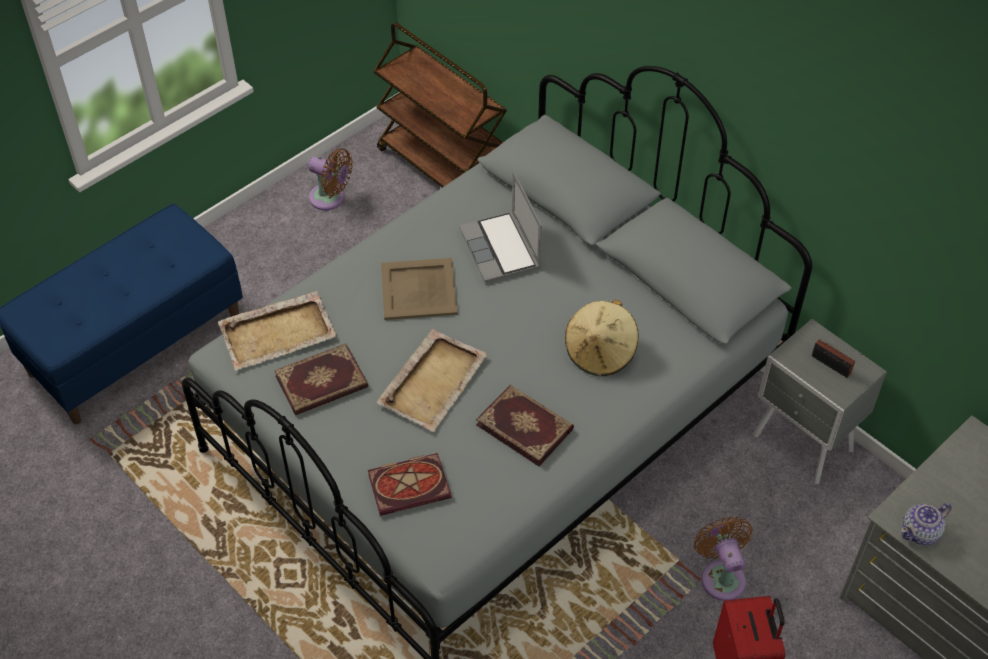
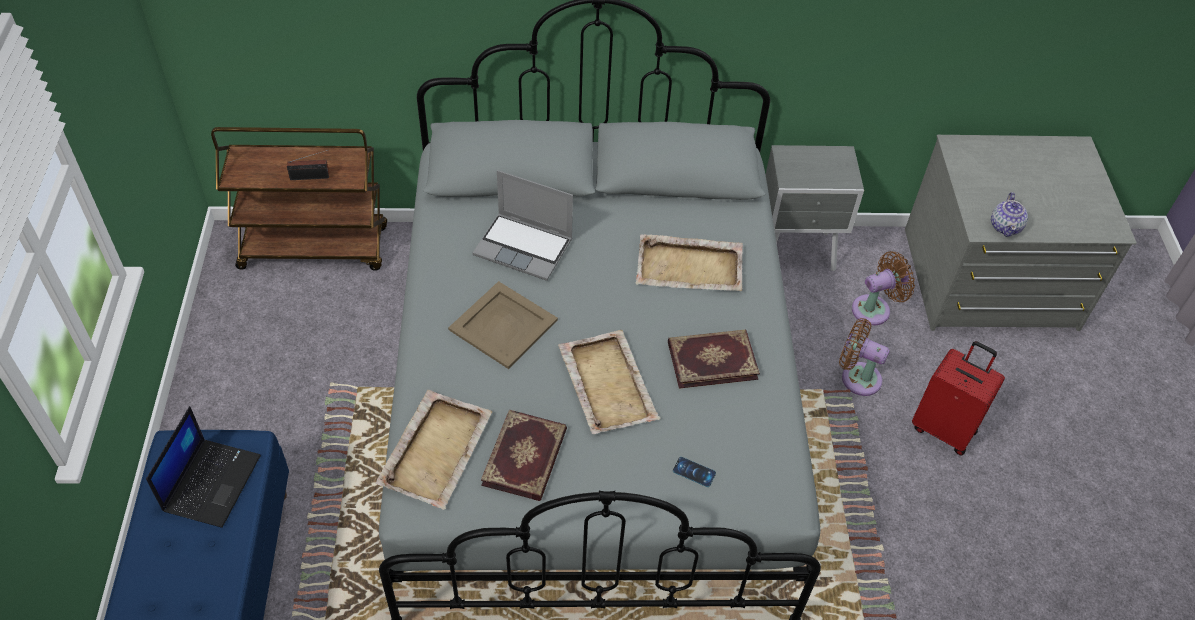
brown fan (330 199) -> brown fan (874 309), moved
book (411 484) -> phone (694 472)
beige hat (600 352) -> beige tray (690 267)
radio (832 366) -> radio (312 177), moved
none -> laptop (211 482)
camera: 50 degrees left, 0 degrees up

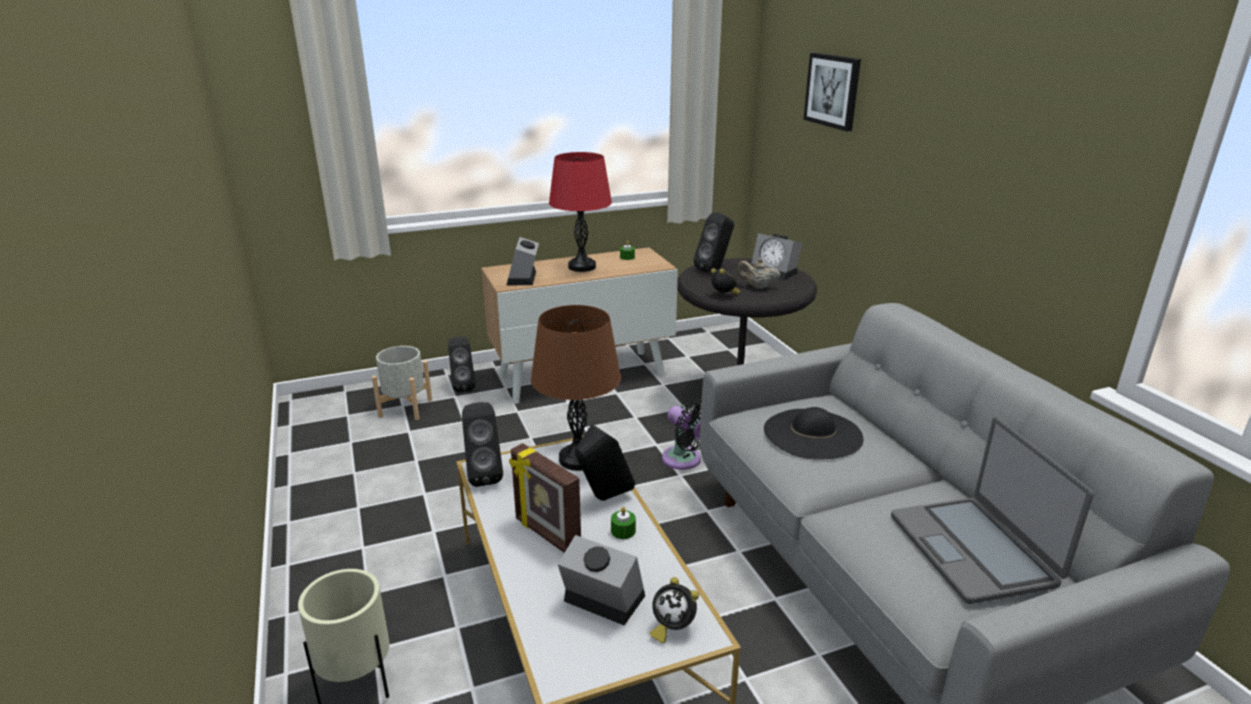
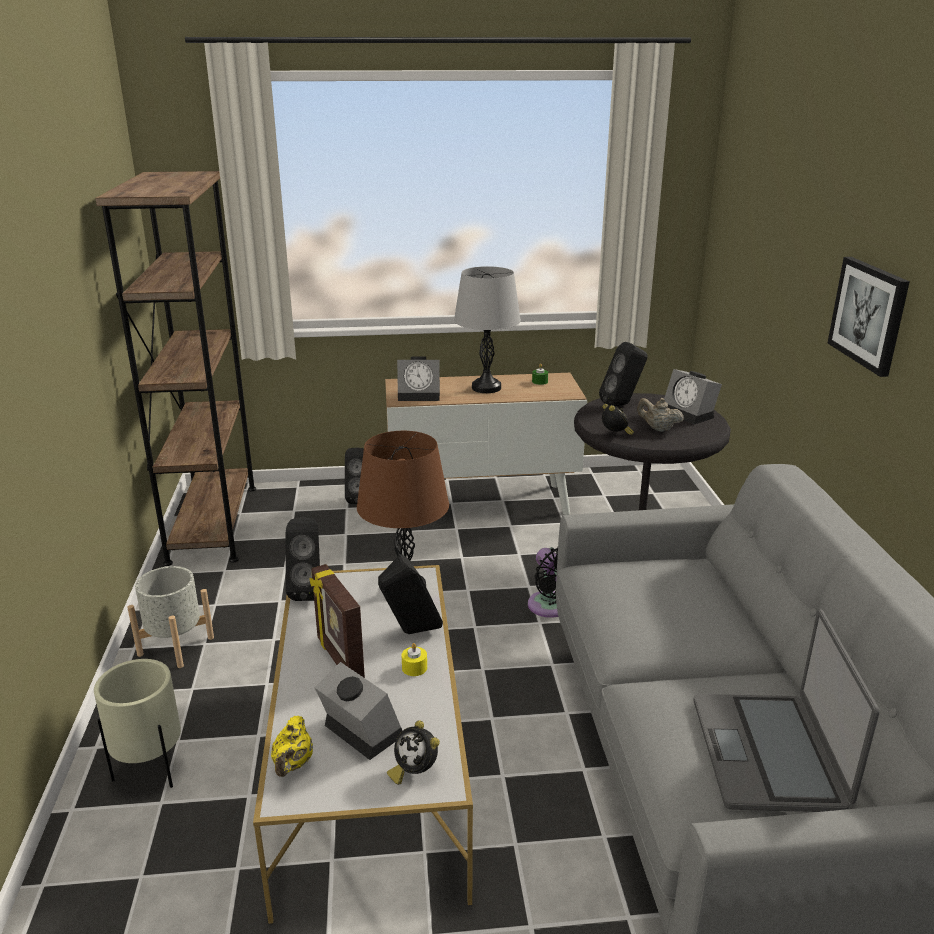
grey planter (405 408) -> grey planter (175 646), moved
alarm clock (523 278) -> alarm clock (420 395), 105 degrees counterclockwise
red table lamp (582 267) -> grey table lamp (486 388)
green candle (623 531) -> yellow candle (414 668)
black hat (812 434) -> none
picture (833 91) -> picture (869 314), moved
none -> brown bookcase (213 523)
none -> yellow teapot (293 764)
camera: 15 degrees right, 0 degrees up

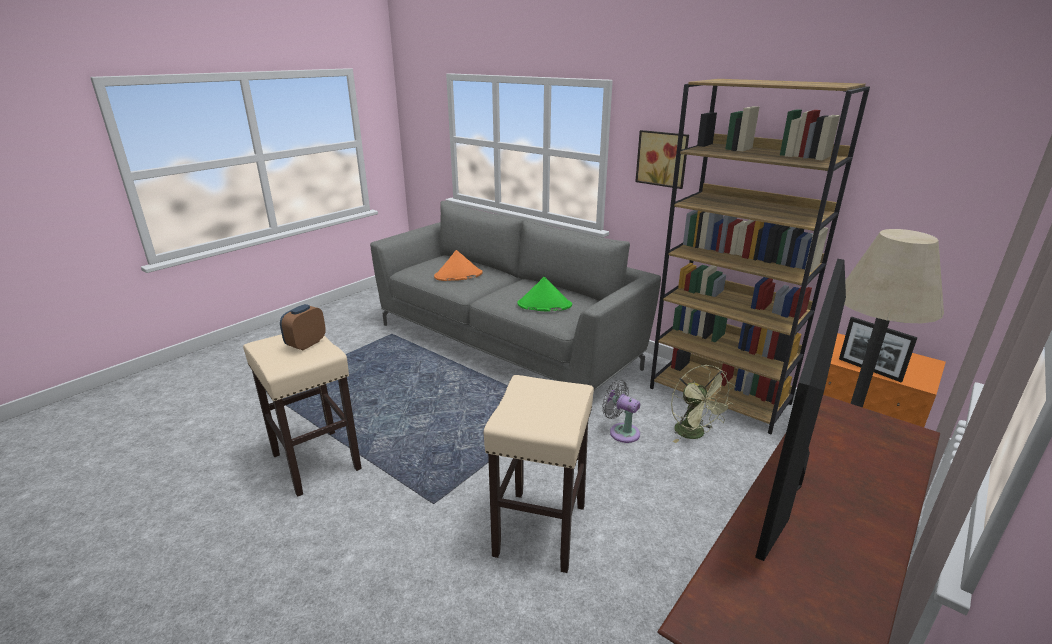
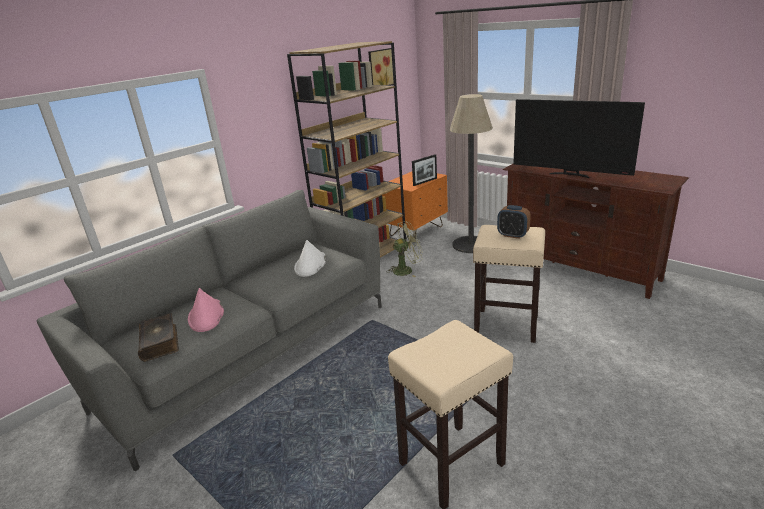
alarm clock (306 344) -> alarm clock (513 235), moved
orange hat (458 275) -> pink hat (206 316)
green hat (544 305) -> white hat (310 265)
grey fan (621 432) -> none
picture (662 158) -> picture (380 68), moved
none -> book (160 342)
camera: 85 degrees left, 0 degrees up

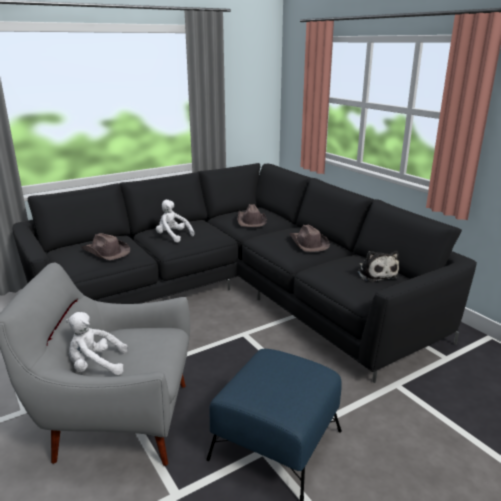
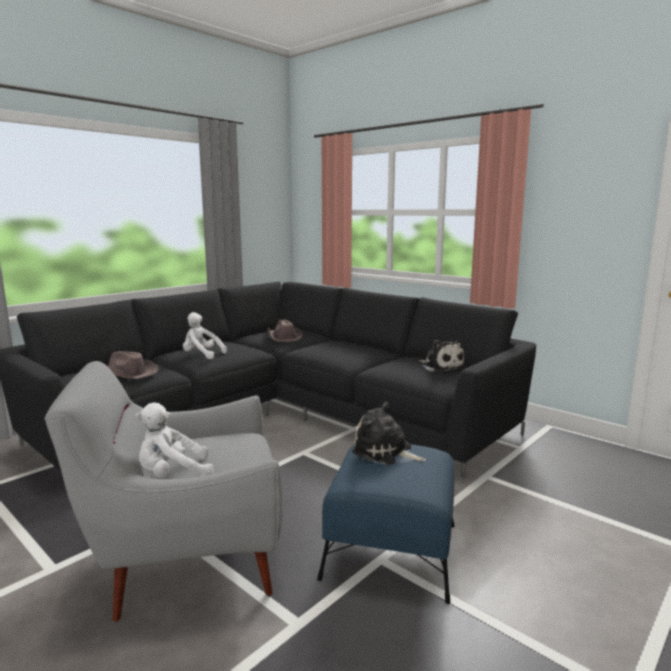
brown hat (308 243) -> none
none -> plush toy (385 452)
camera: 15 degrees left, 10 degrees down

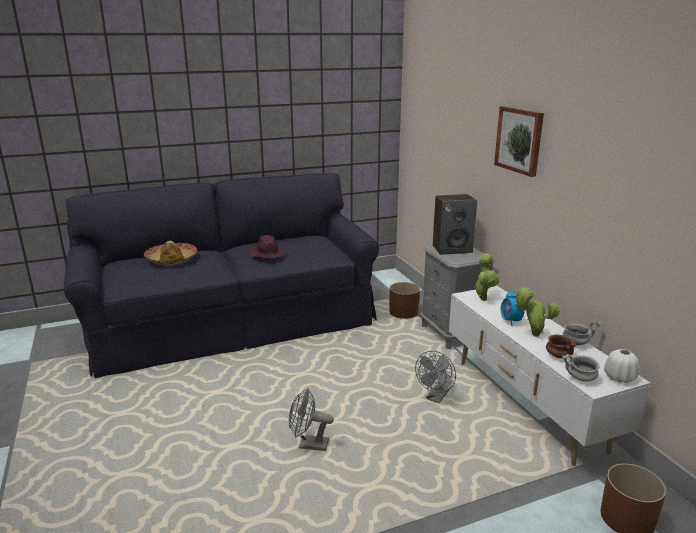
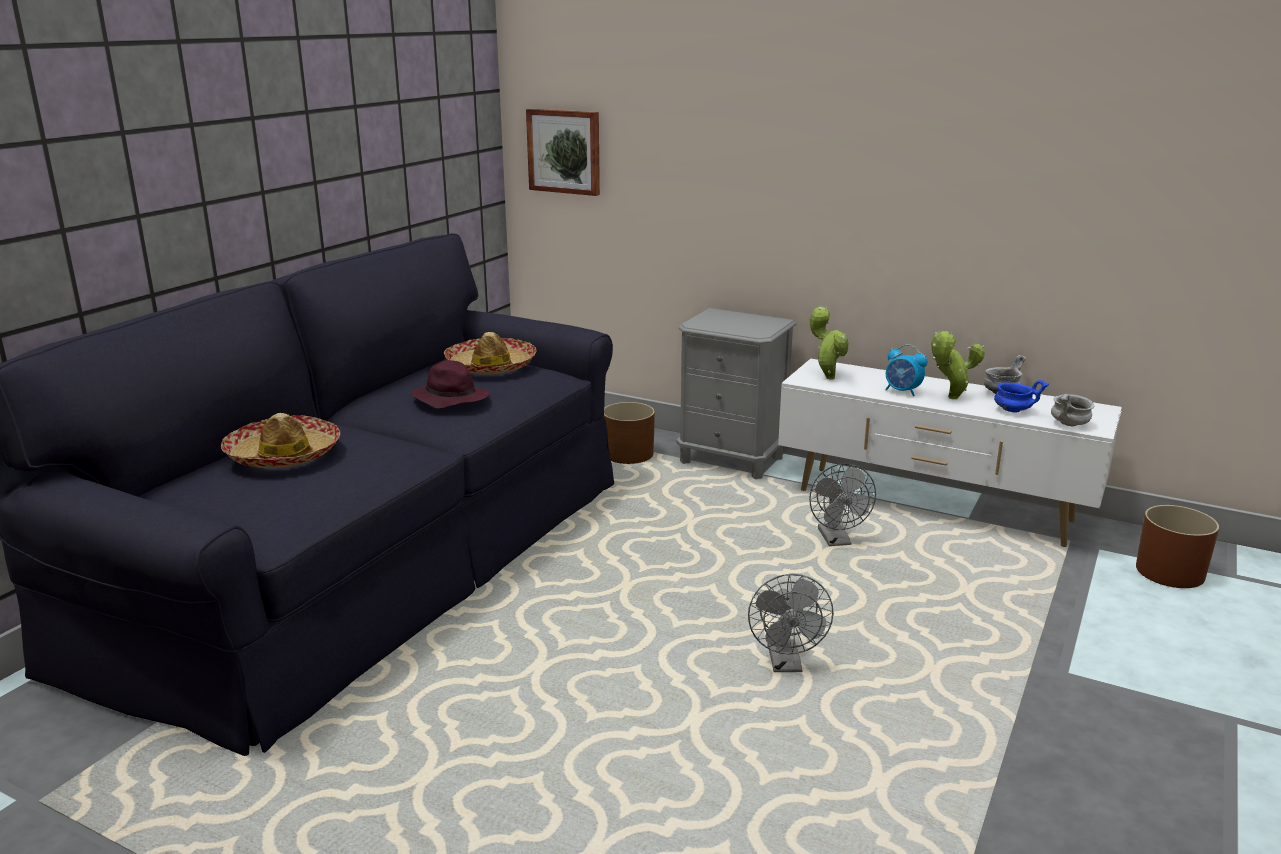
grey fan (308 444) -> grey fan (786 664), 60 degrees counterclockwise
speaker (452 249) -> none
picture (519 140) -> picture (565 151), moved
brown bowl (560 356) -> blue bowl (1014 410)
white vase (619 378) -> none
none -> hat (490 366)
camera: 40 degrees left, 0 degrees up

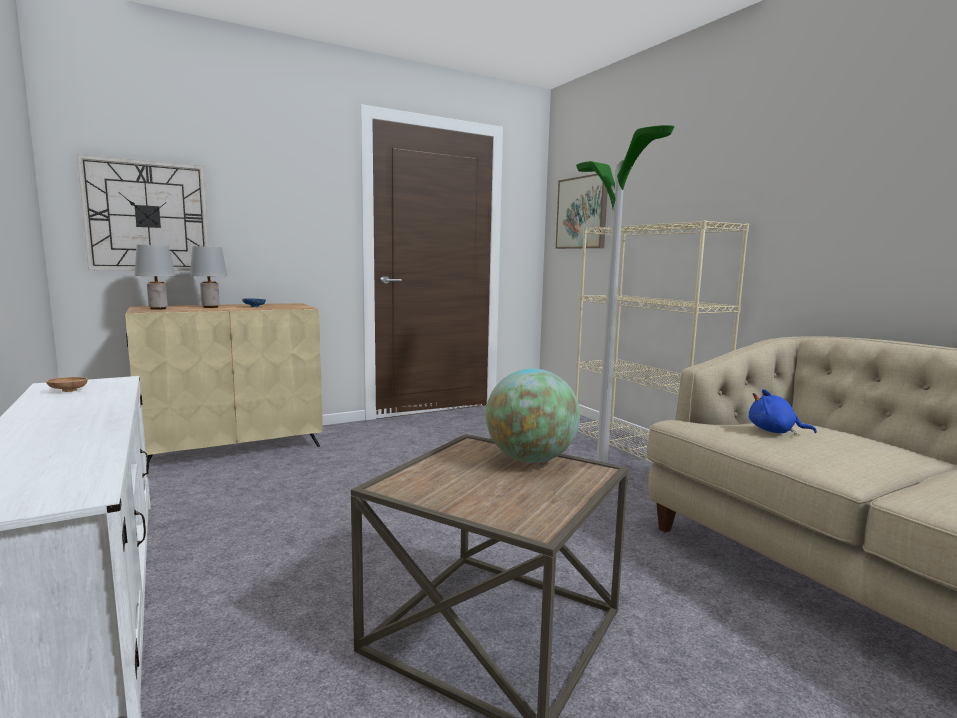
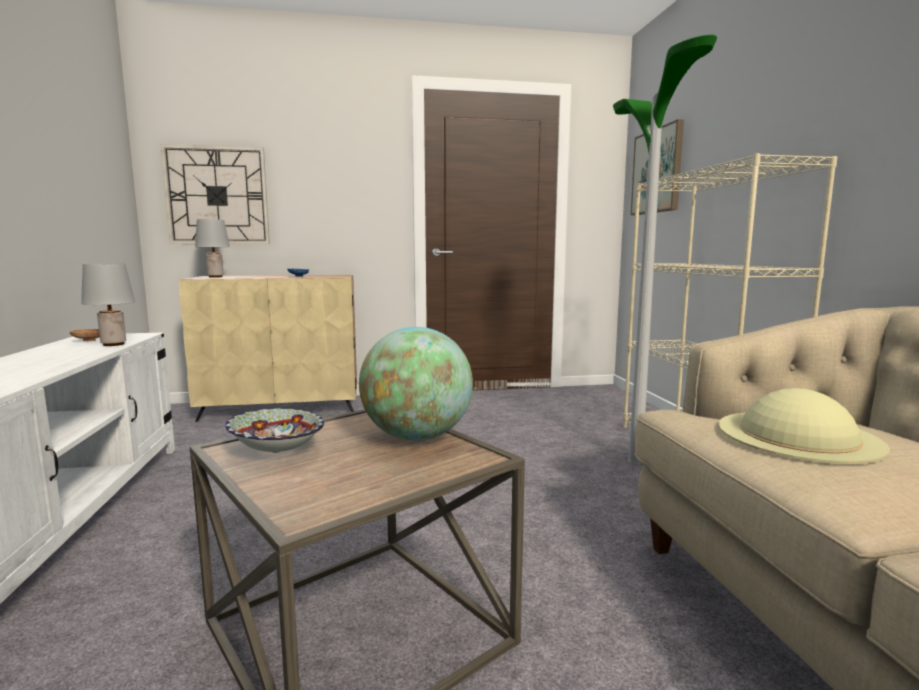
grey table lamp (211 307) -> grey table lamp (114 344), moved
blue plush toy (774 431) -> beige hat (798 435)
none -> bowl (275 451)
camera: 20 degrees right, 0 degrees up

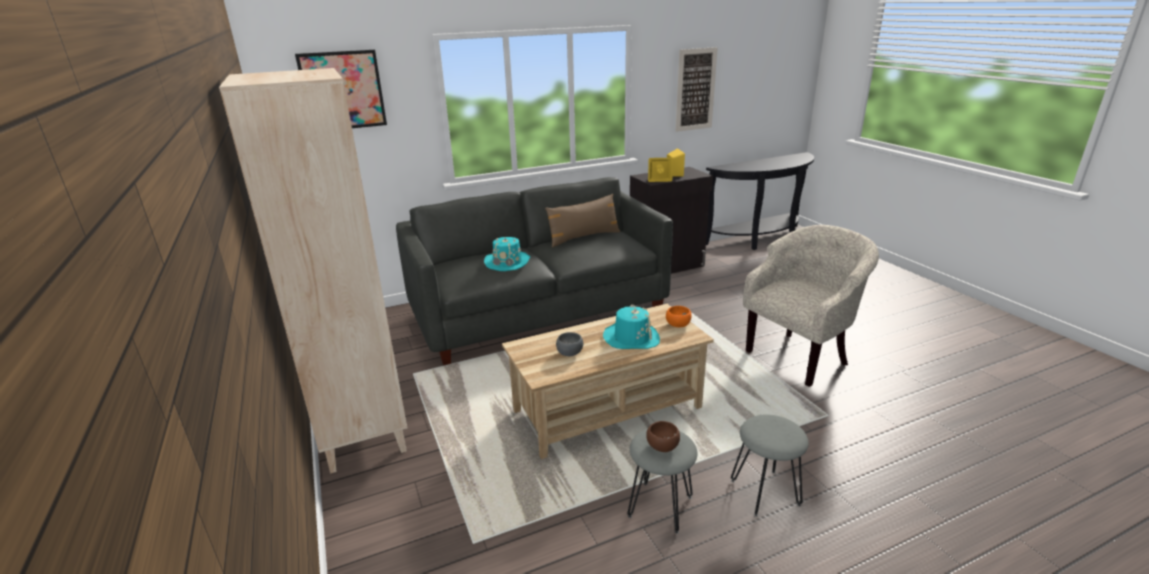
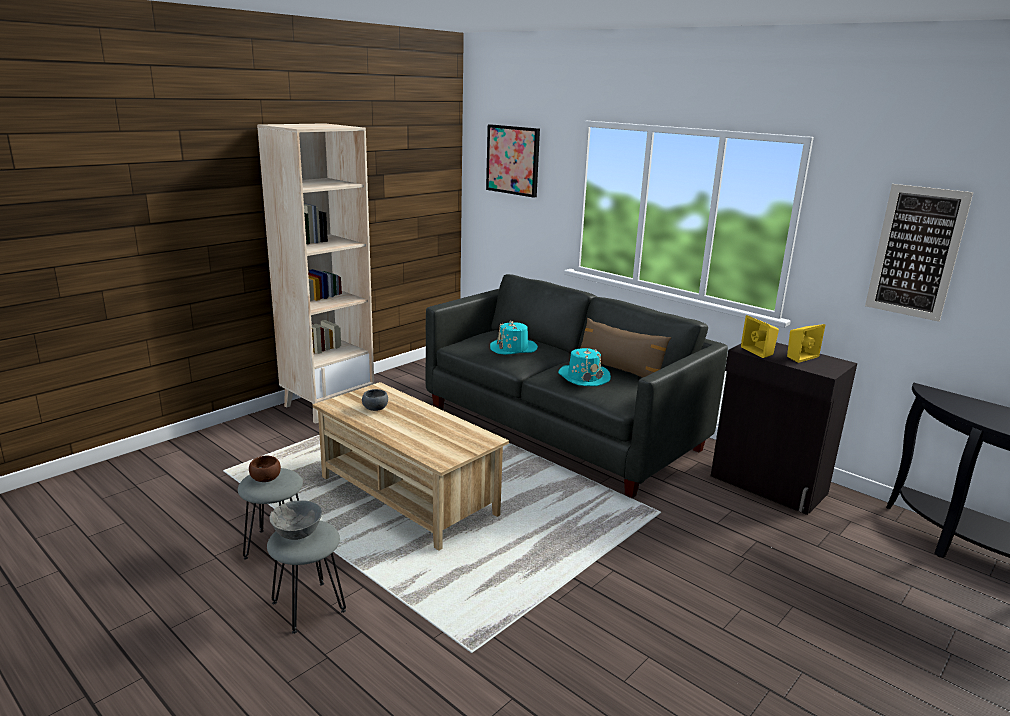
turquoise hat (631 338) -> turquoise hat (584 376), moved
orange bowl (678 325) -> none
beige armchair (800 356) -> none
none -> grey bowl (297 533)
camera: 65 degrees right, 5 degrees down

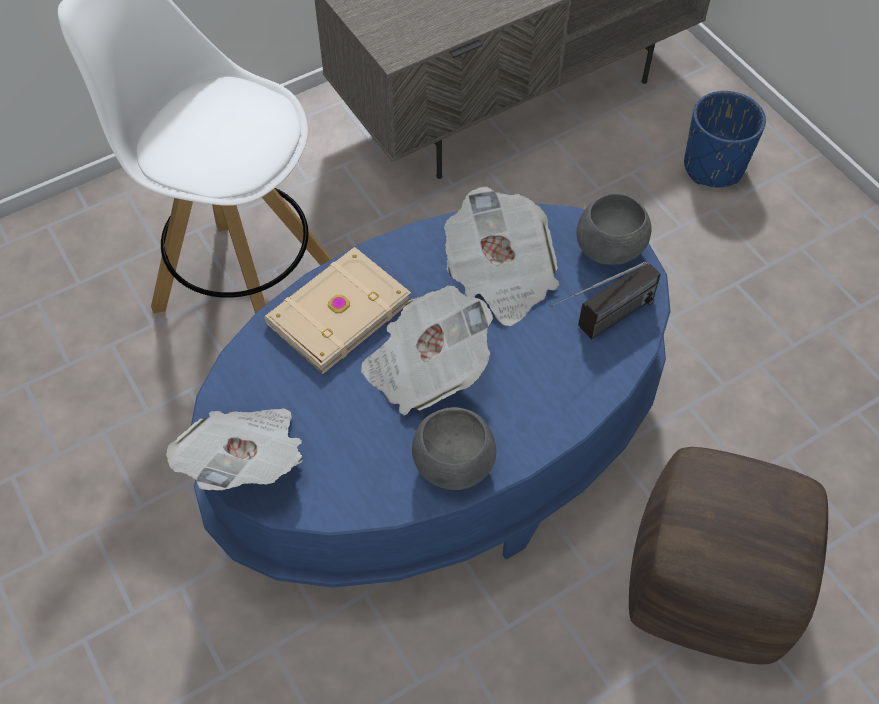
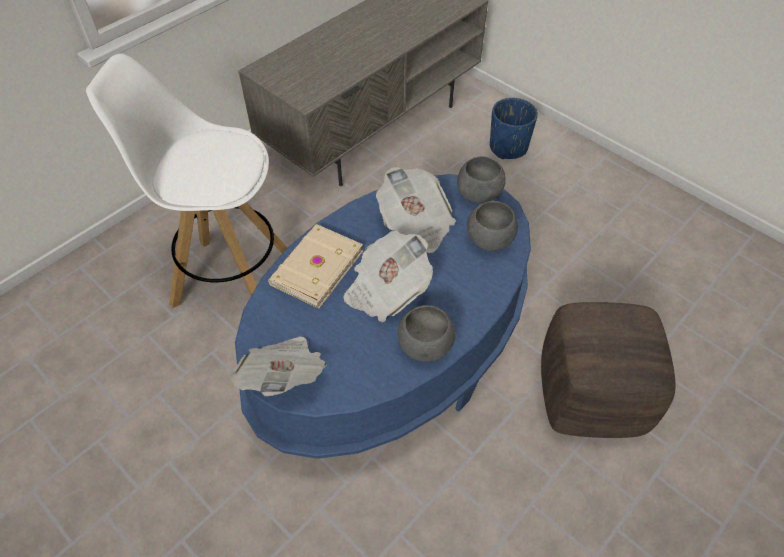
radio (600 325) -> grey bowl (489 240)
camera: 15 degrees left, 5 degrees down

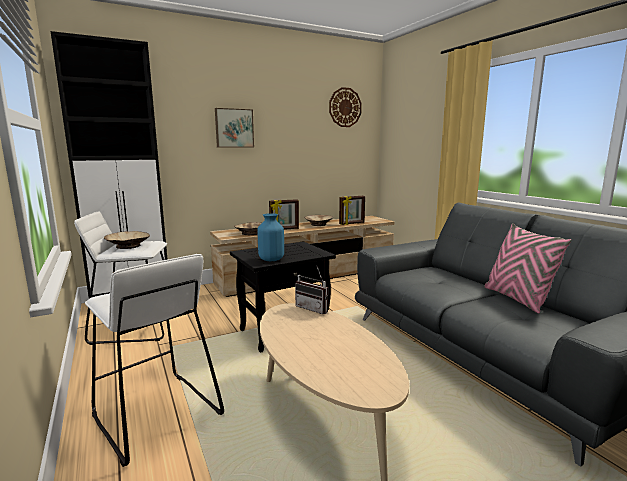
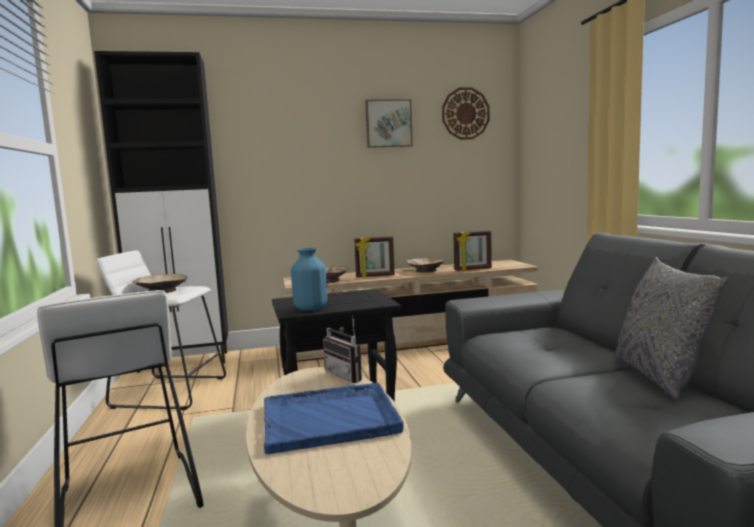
picture (234 128) -> picture (388 123), moved
pink pillow (517 299) -> grey pillow (657 377)
none -> blue tray (331 418)
camera: 15 degrees right, 5 degrees down

